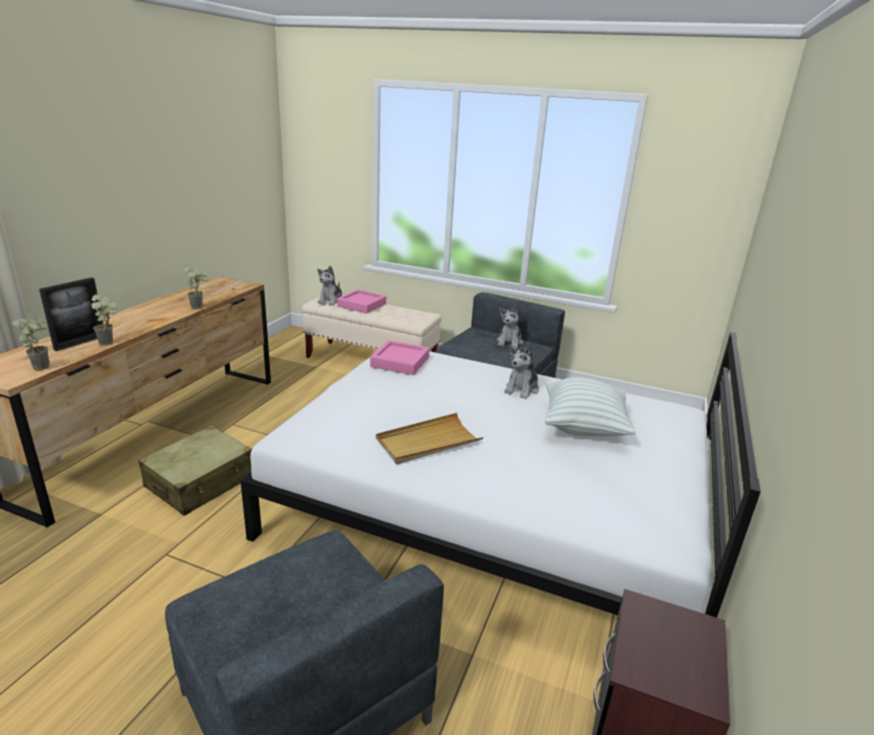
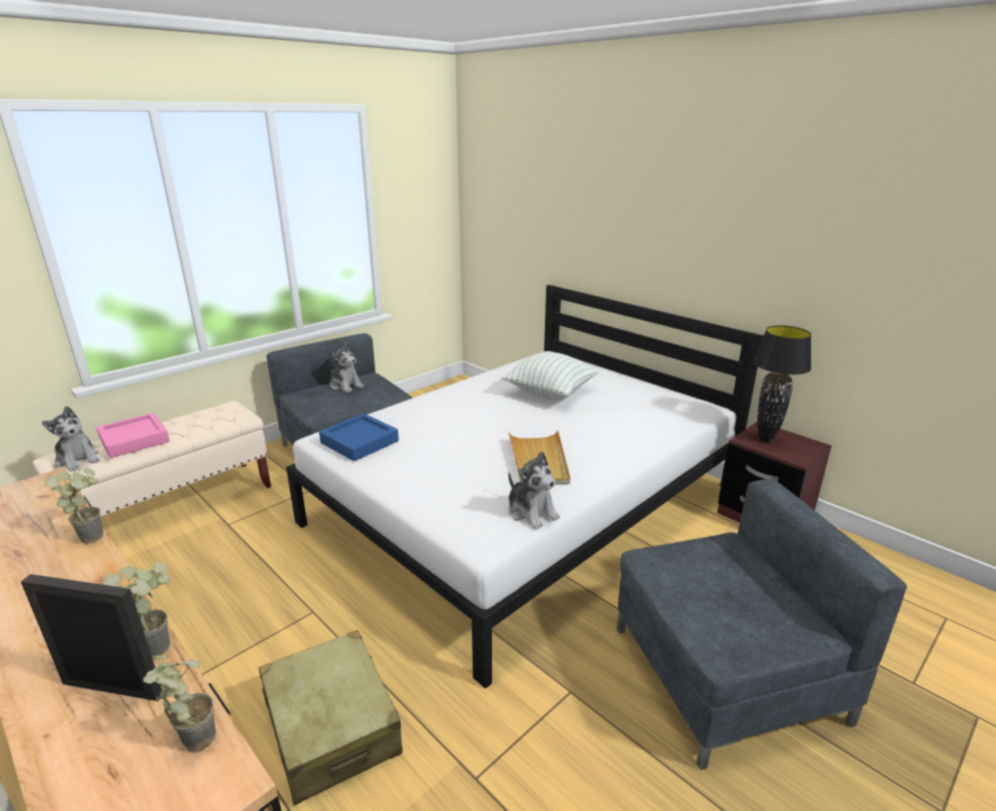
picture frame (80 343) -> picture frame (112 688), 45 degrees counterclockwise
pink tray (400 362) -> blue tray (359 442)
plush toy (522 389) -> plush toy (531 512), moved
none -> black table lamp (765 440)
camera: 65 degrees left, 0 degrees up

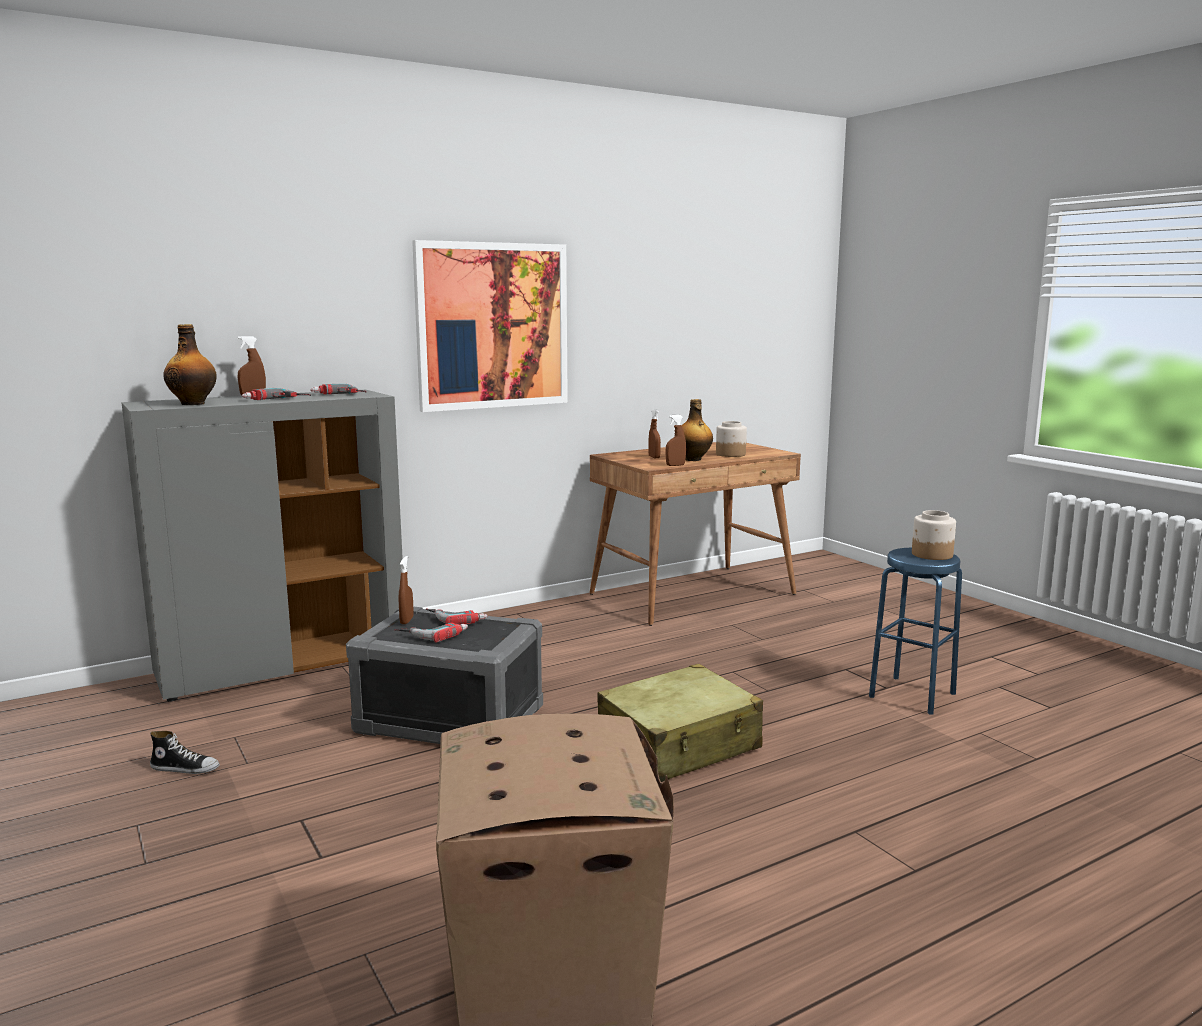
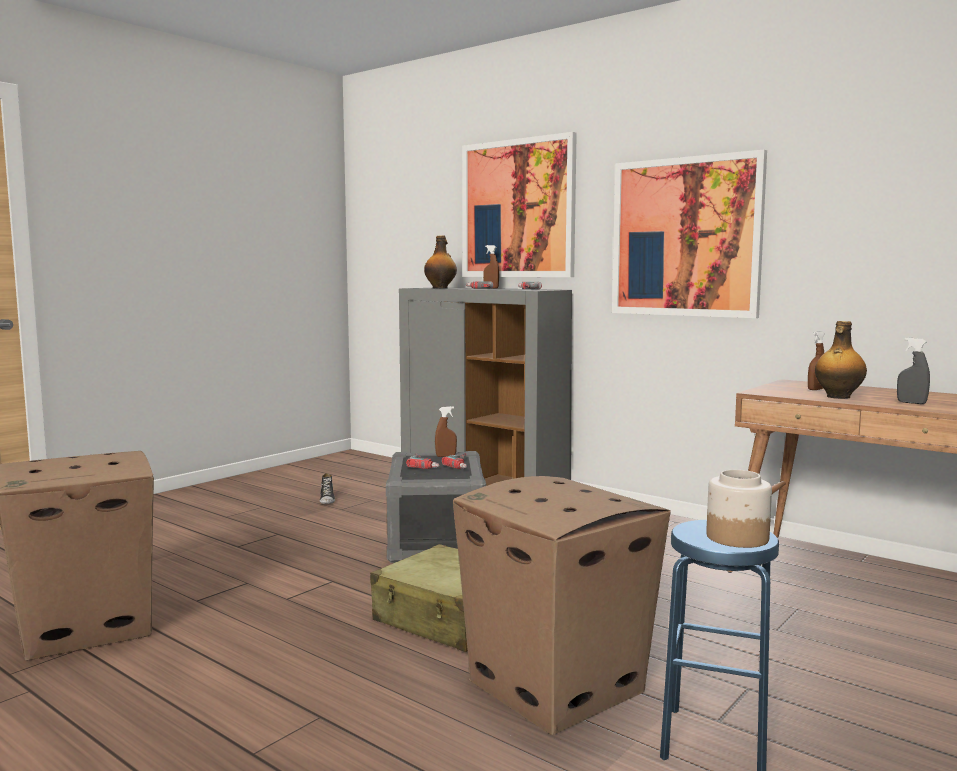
brown spray bottle (675 465) -> none
jar (730 454) -> grey spray bottle (911 403)
none -> cardboard box (557 686)
none -> picture (518 209)
camera: 70 degrees right, 5 degrees down

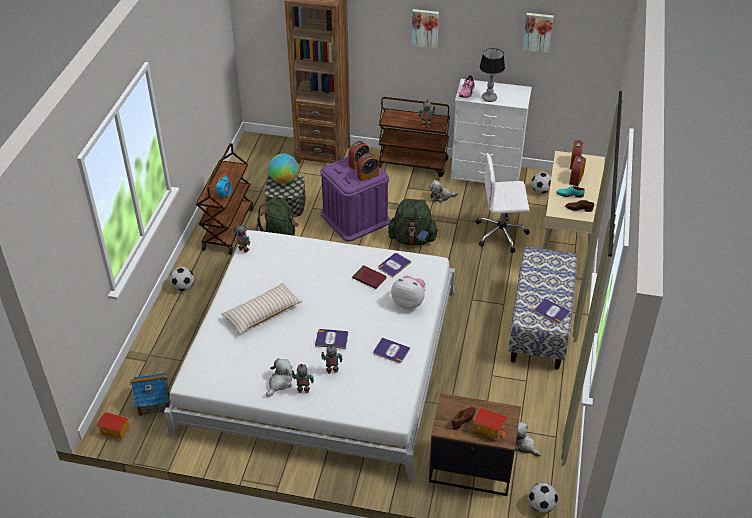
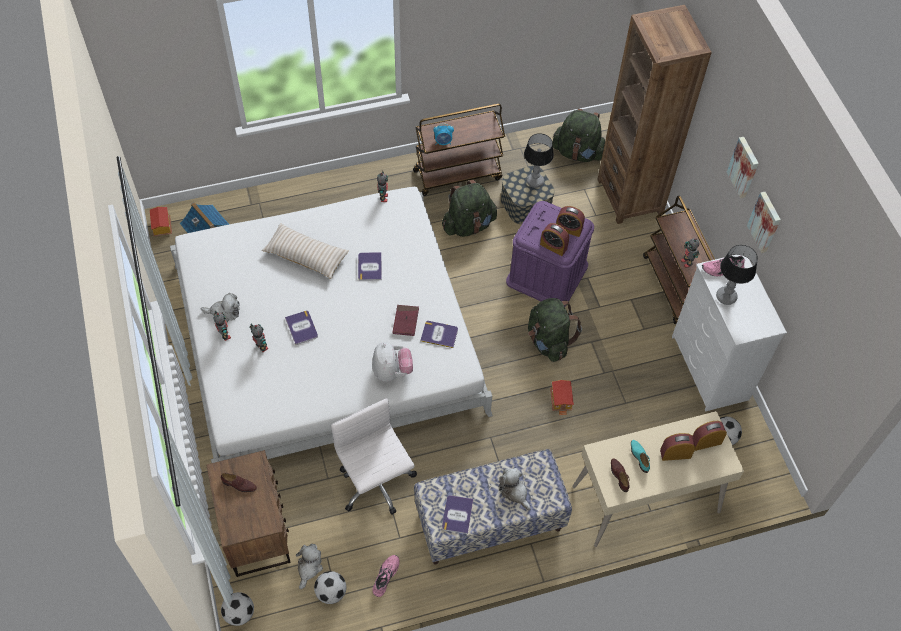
football (183 287) -> football (331 592), moved
globe (284 180) -> table lamp (535 181)
book (391 351) -> book (370 266), moved
plush toy (441 197) -> plush toy (514 491), moved
toy house (489 430) -> toy house (561 400), moved
white office chair (501 234) -> white office chair (376 484), moved
picture (538 32) -> picture (765 222), moved
none -> pink shoe (385 576)
none -> green backpack (578 152)
camera: 60 degrees right, 15 degrees up

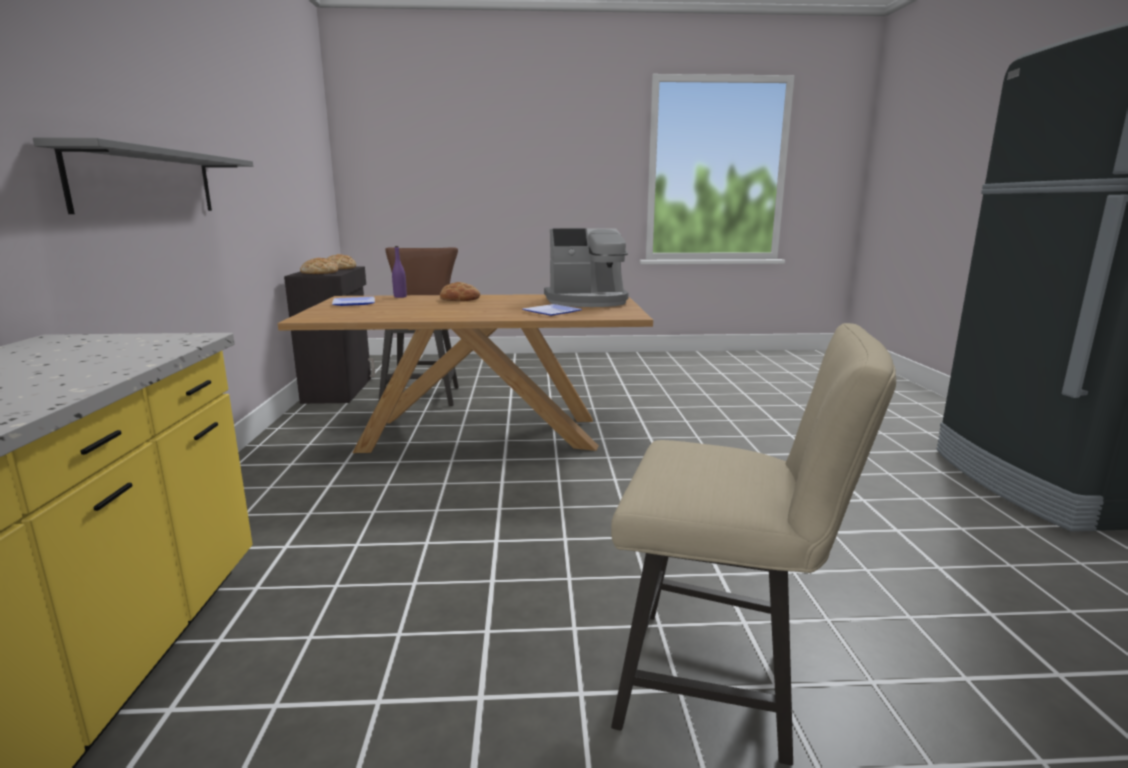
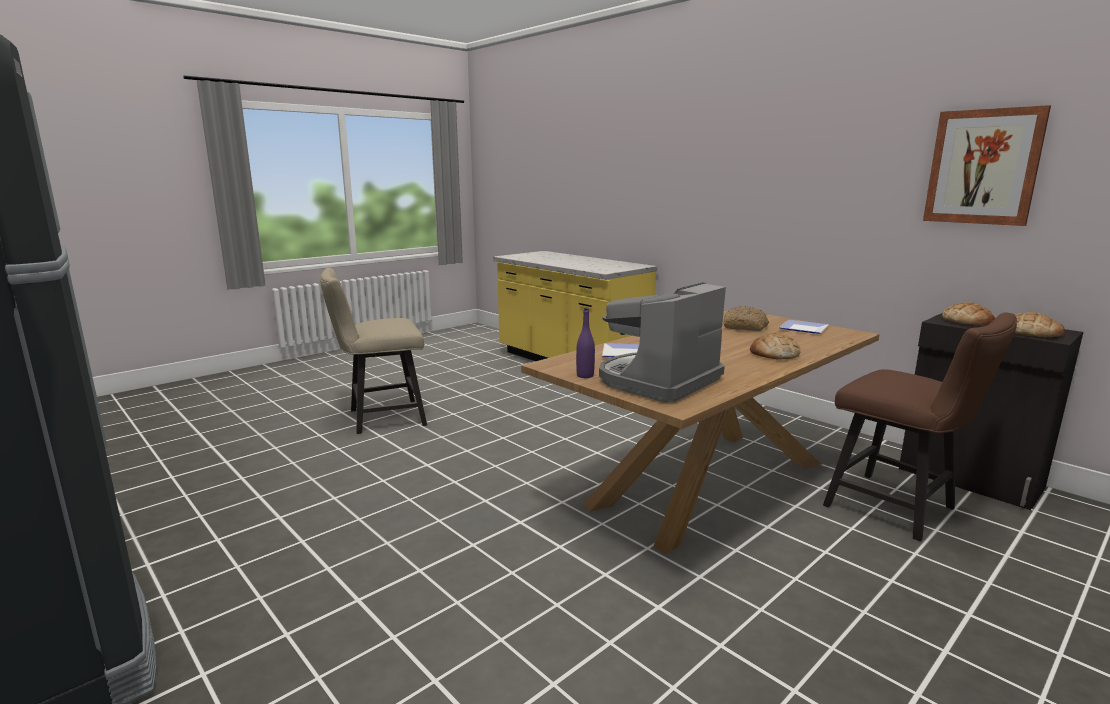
grey shelf (146 182) -> none
purple bottle (400 297) -> purple bottle (585 376), moved
none -> bread (745 327)
none -> picture (983 167)
camera: 140 degrees right, 0 degrees up

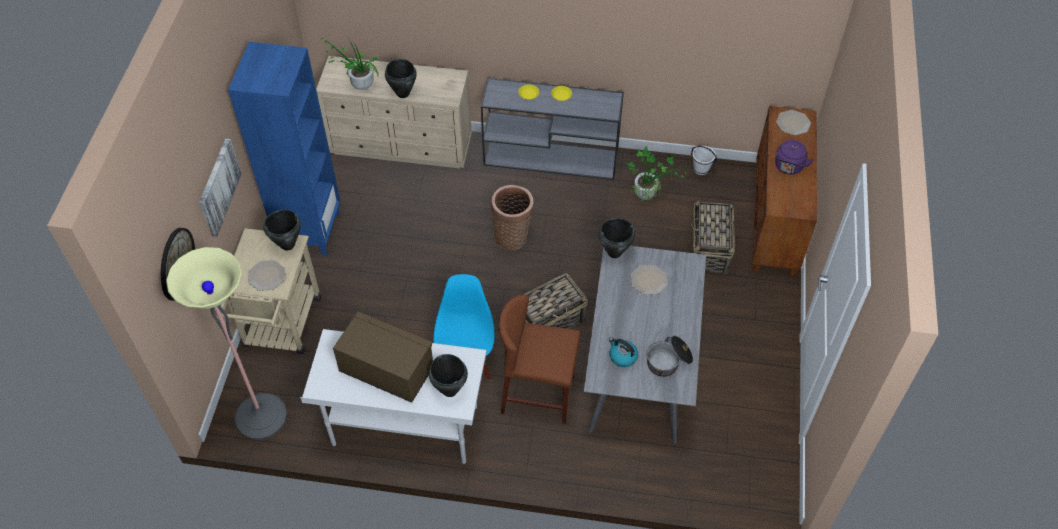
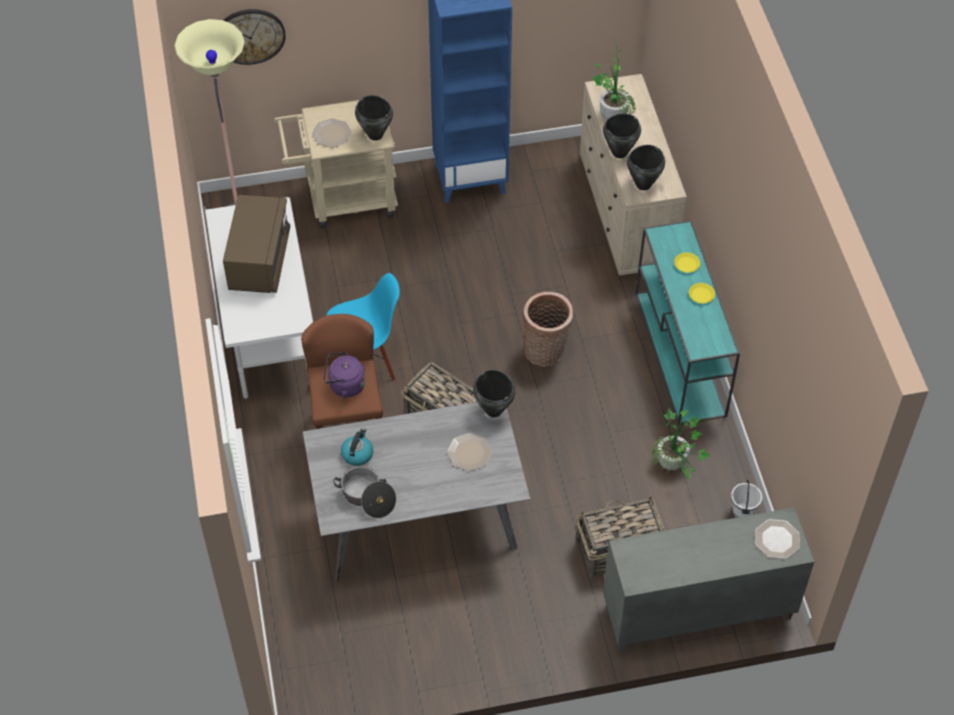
picture (218 187) -> none
black cooking pot (449 390) -> black cooking pot (643 184), moved
grey console table (552 158) -> turquoise console table (680 355)
brown cabinet (775 222) -> grey cabinet (697 613)
purple kettle (788 167) -> purple kettle (344 385), moved
camera: 70 degrees right, 0 degrees up

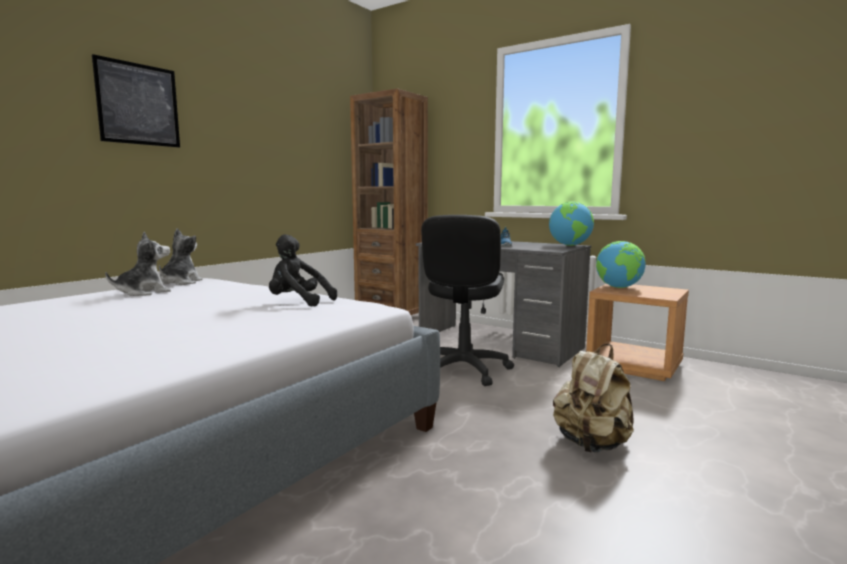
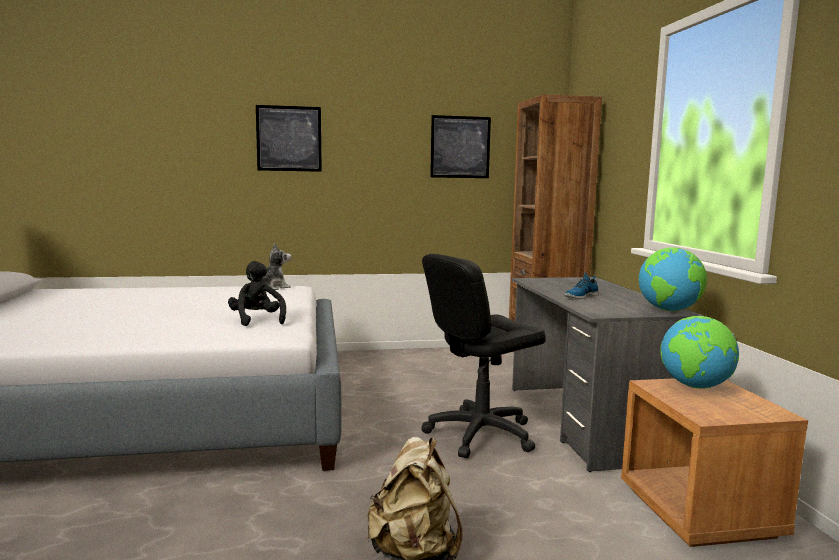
plush toy (143 292) -> none
none -> picture (460 147)
camera: 45 degrees right, 0 degrees up

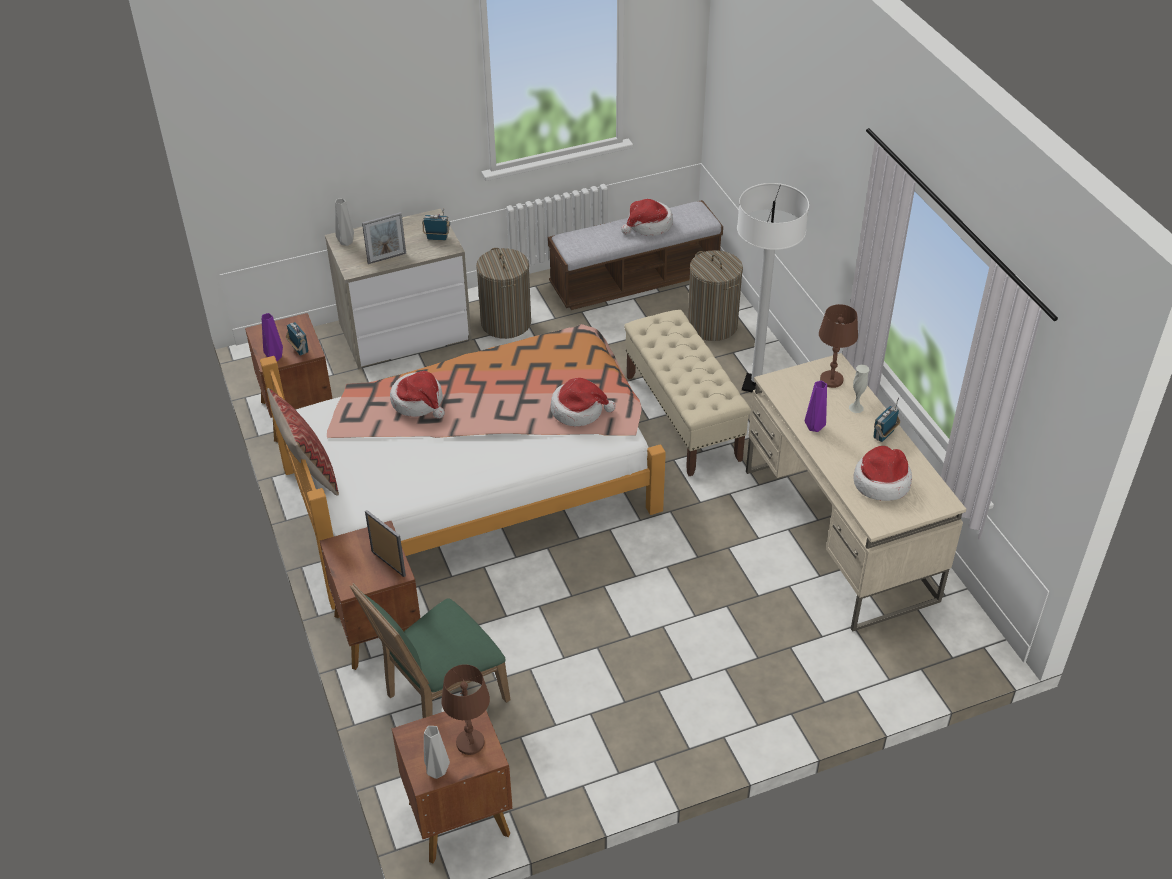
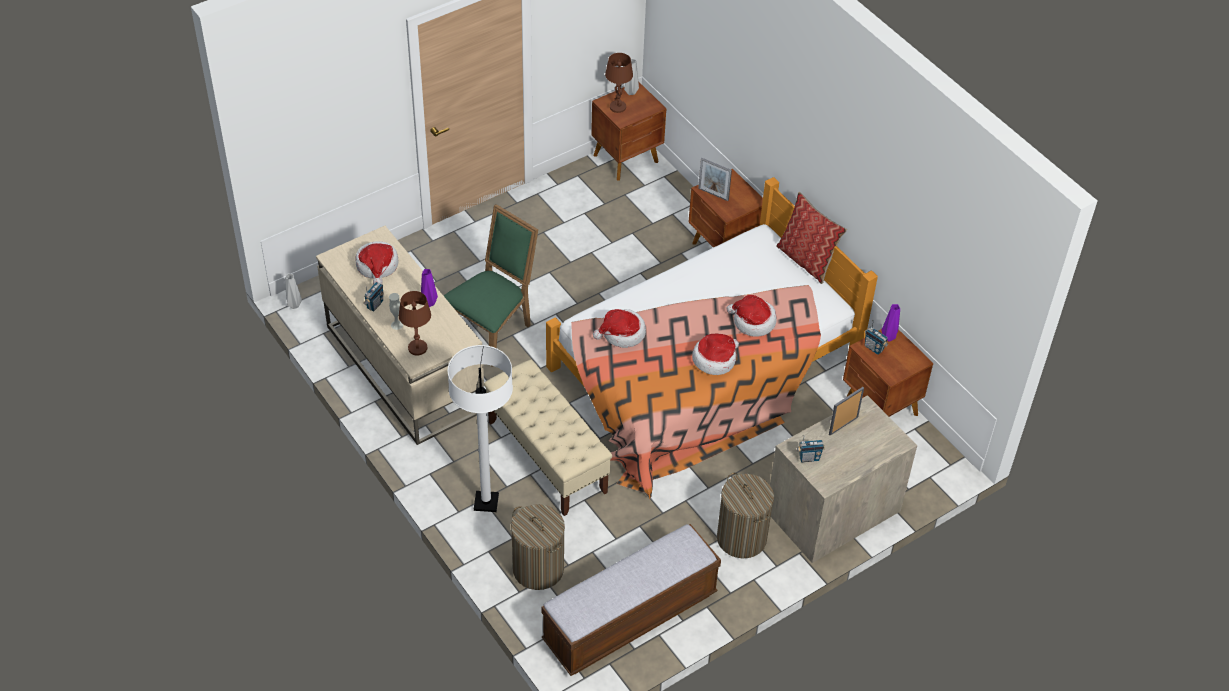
grey vase (347 242) -> grey vase (293 305), moved
green chair (440 698) -> green chair (492 329), moved
hat (648 225) -> hat (715 359), moved
camera: 165 degrees right, 5 degrees up

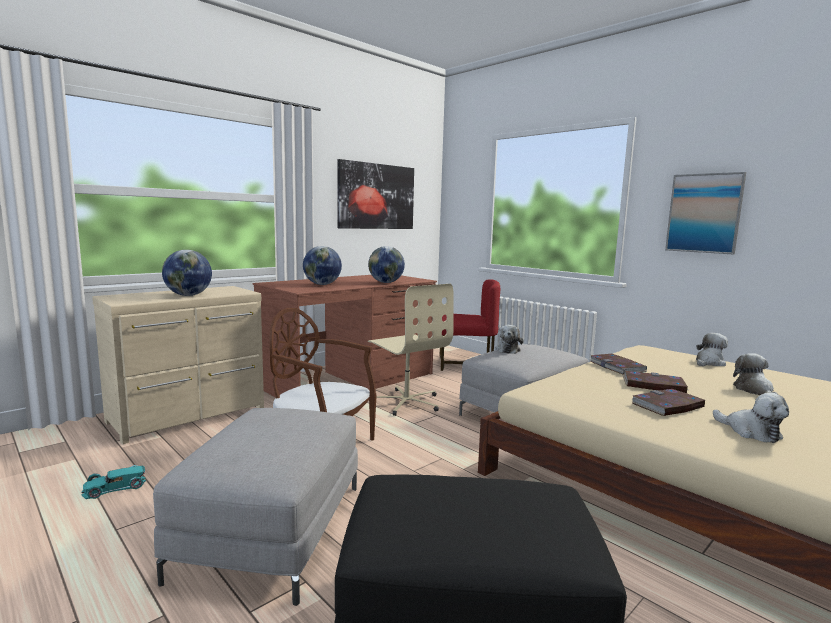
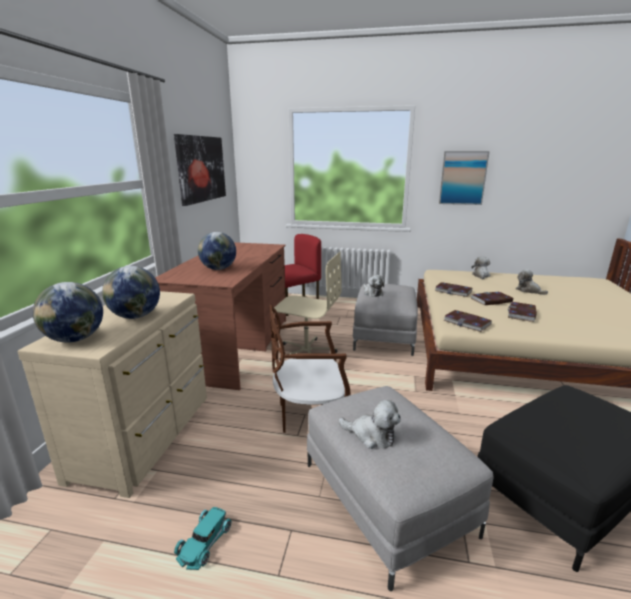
globe (386 282) -> globe (75 339), moved
plush toy (750 432) -> plush toy (371 435), moved
none -> book (467 322)
camera: 35 degrees left, 10 degrees up

